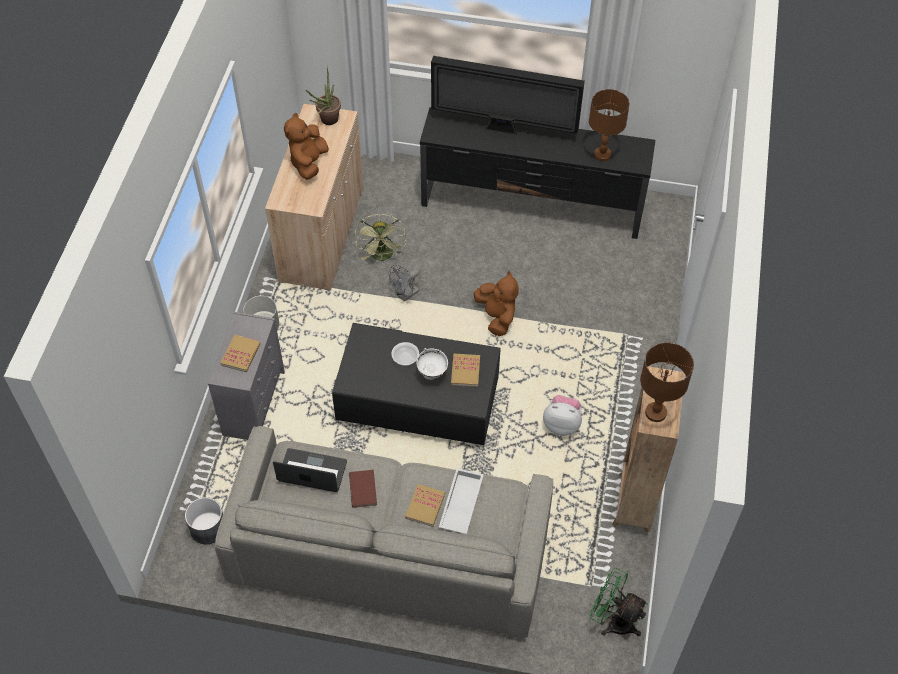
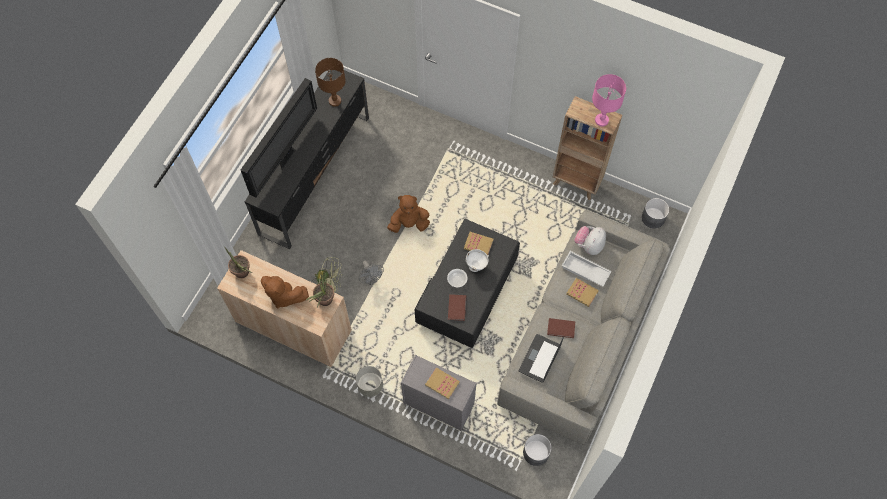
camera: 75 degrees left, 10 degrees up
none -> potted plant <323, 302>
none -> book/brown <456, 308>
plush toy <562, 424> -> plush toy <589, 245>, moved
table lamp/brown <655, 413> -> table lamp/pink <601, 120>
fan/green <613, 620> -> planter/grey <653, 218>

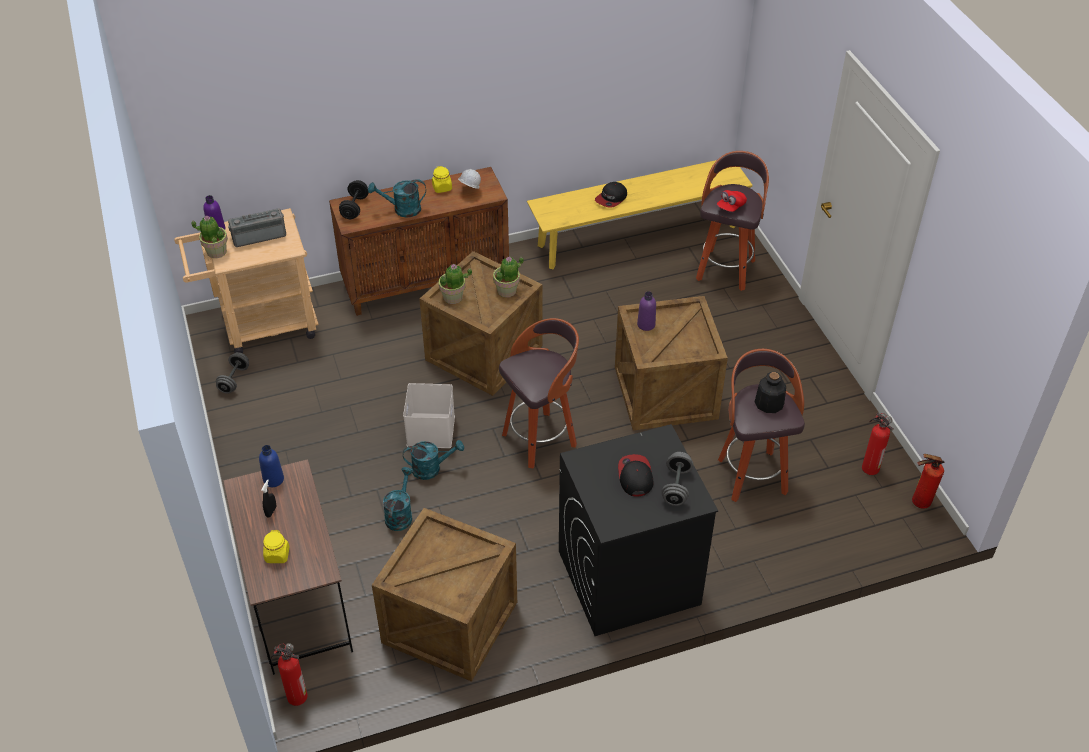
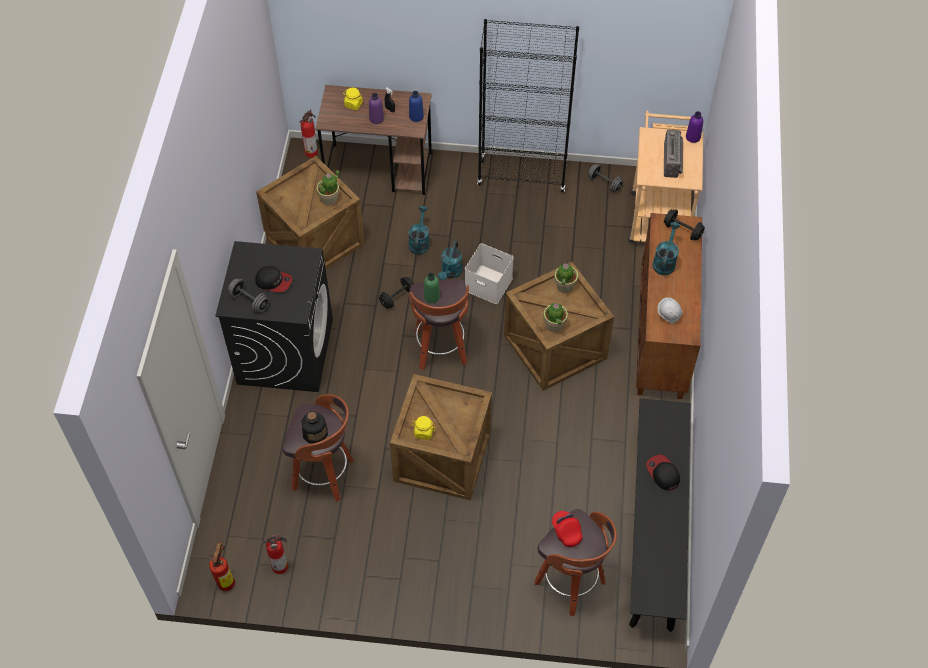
camera: 115 degrees right, 10 degrees up
potted plant <216, 251> -> potted plant <329, 199>, moved
bottle/purple <646, 324> -> bottle/purple <376, 118>, moved
none -> dumbbell/black <397, 297>
watering can/turquoise <400, 514> -> watering can/turquoise <419, 242>, 120 degrees counterclockwise
jar/yellow <442, 188> -> jar/yellow <423, 432>, moved
none -> bottle/green <431, 297>
none -> bookcase/black <522, 175>
bench/yellow <637, 236> -> bench/black <654, 529>

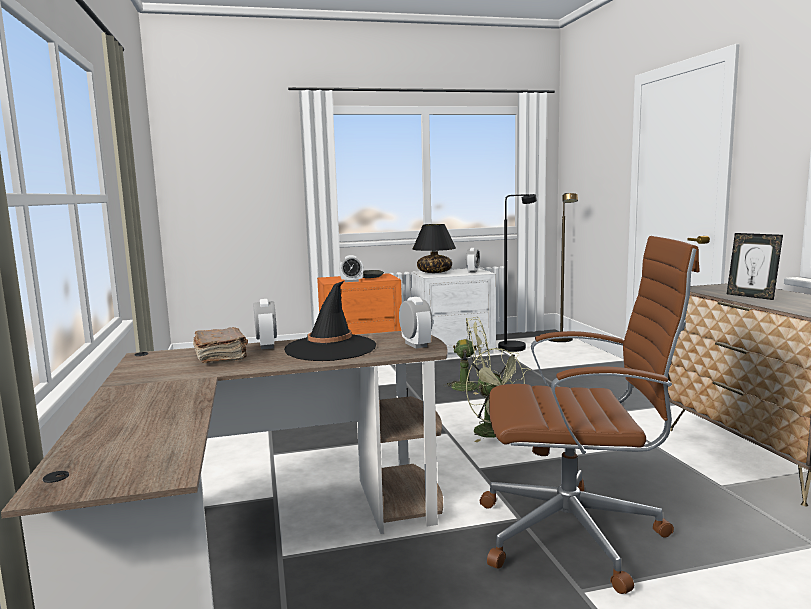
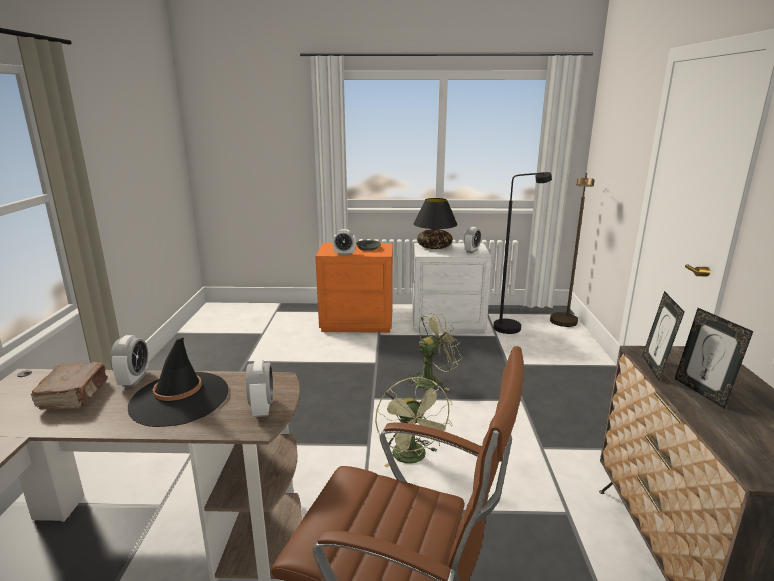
camera: 15 degrees right, 10 degrees up
fan/green <471, 387> -> fan/green <432, 380>, 45 degrees counterclockwise
none -> picture frame <655, 368>

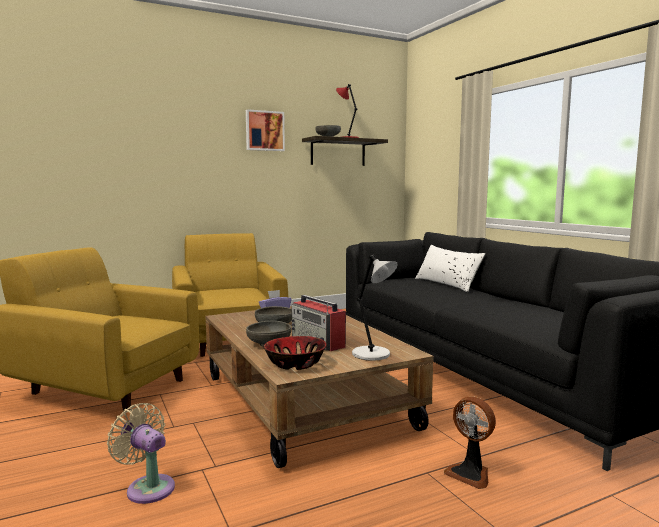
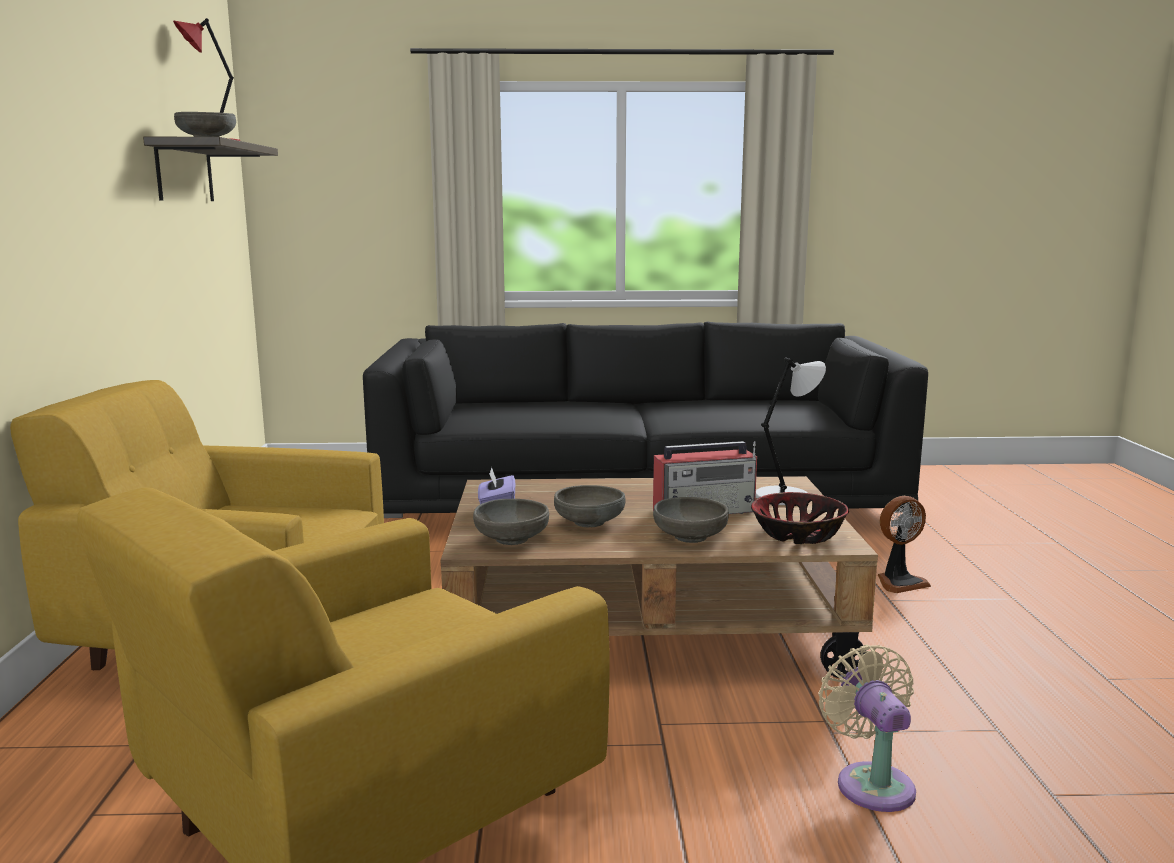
camera: 65 degrees left, 5 degrees up
none -> bowl/grey <512, 539>
fan/beige <148, 487> -> fan/beige <871, 782>, 105 degrees clockwise
picture <264, 131> -> none
pillow/white <447, 284> -> none

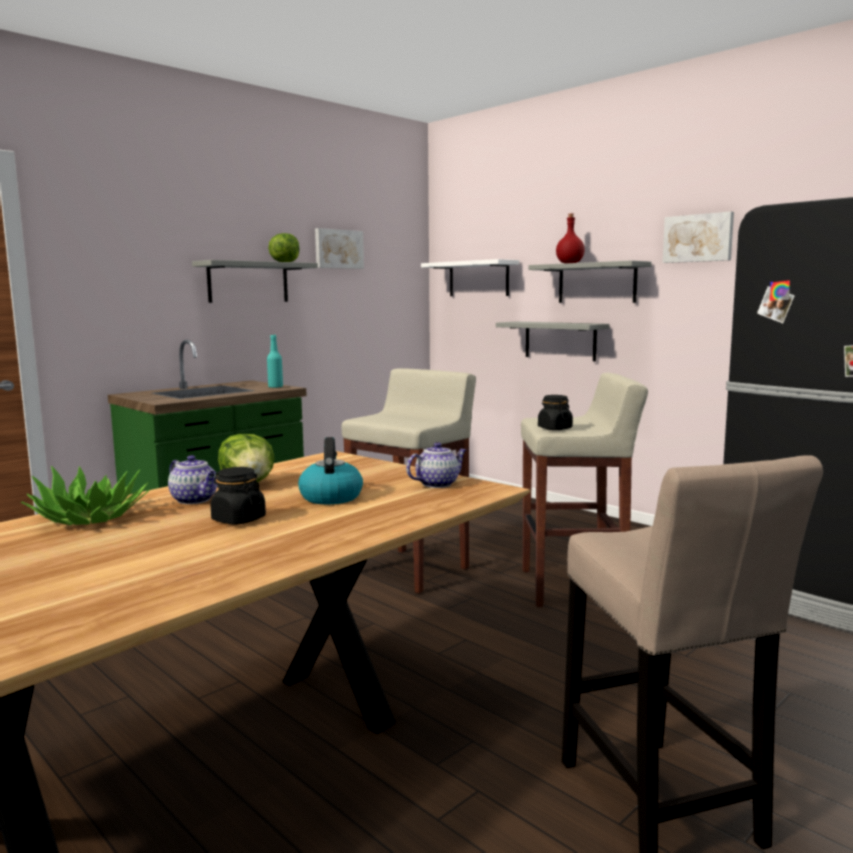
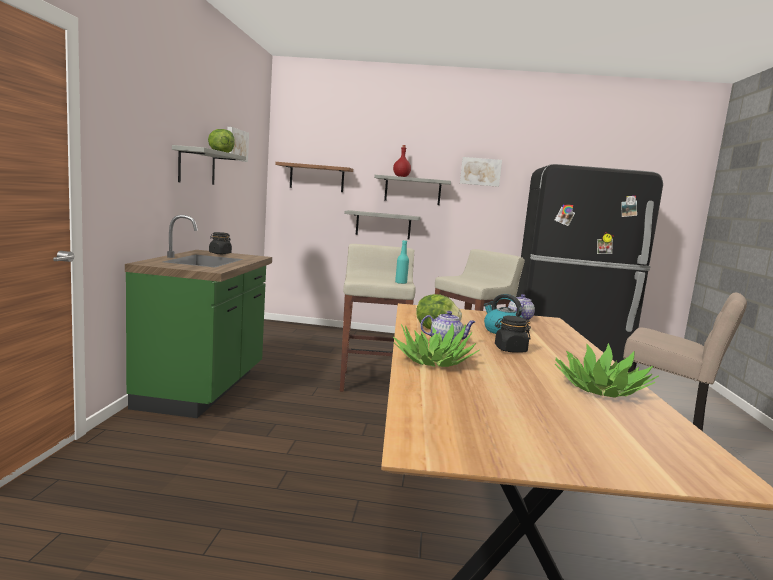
camera: 40 degrees left, 0 degrees up
jar/black <554, 428> -> jar/black <220, 253>, moved
shelf/white <478, 279> -> shelf/brown <317, 178>
bottle/turquoise <275, 387> -> bottle/turquoise <401, 283>, moved
none -> potted plant <600, 389>

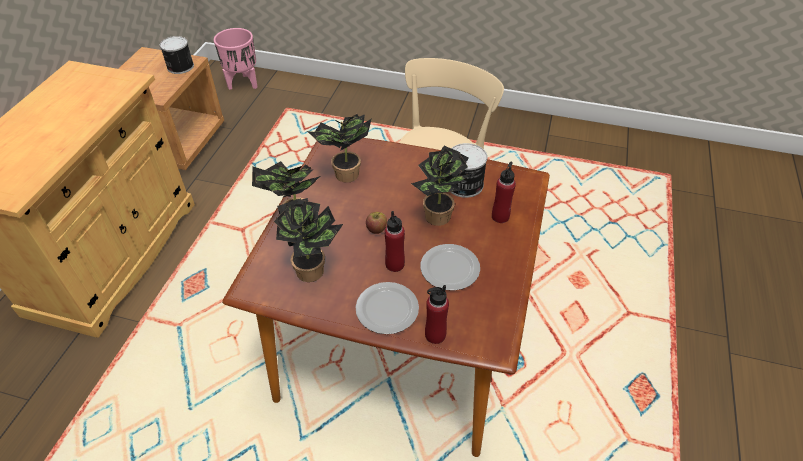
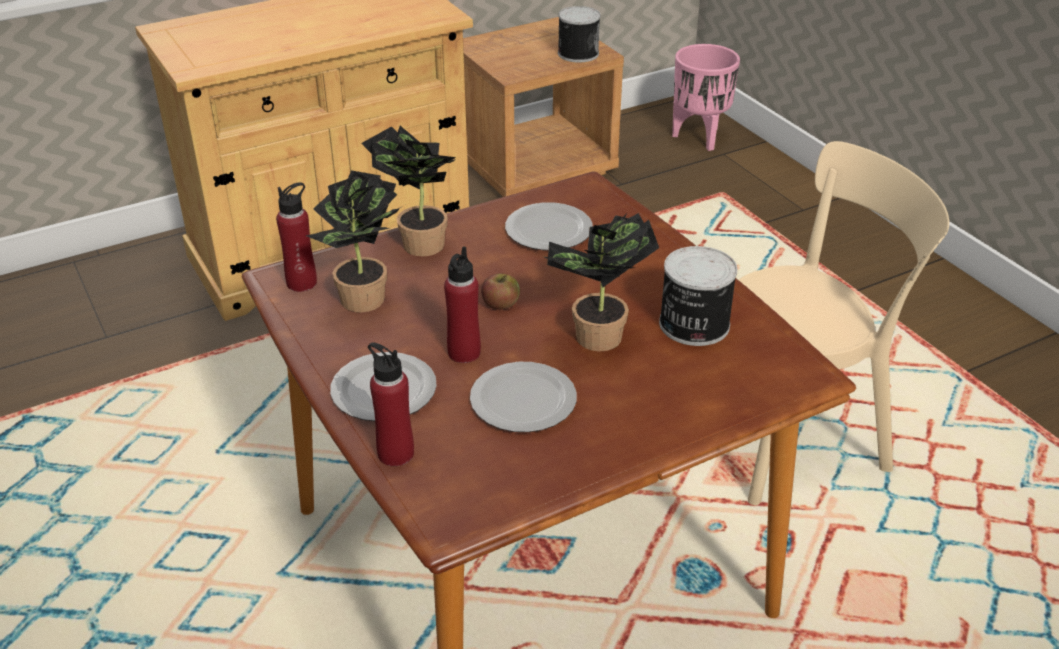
camera: 45 degrees right, 10 degrees down
bottle/red <500, 216> -> bottle/red <302, 283>, moved
potted plant <344, 176> -> plate <548, 229>

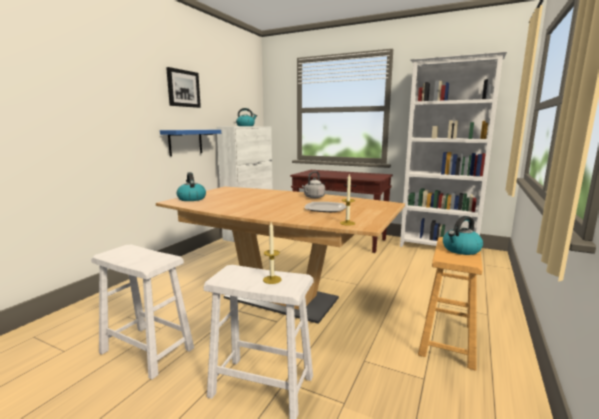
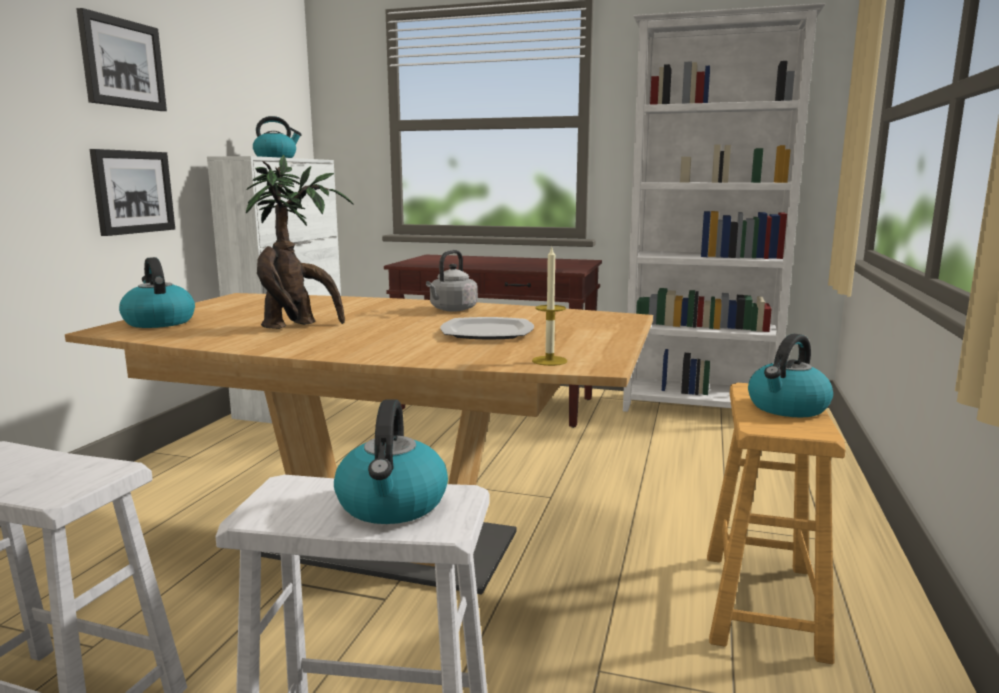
camera: 10 degrees left, 0 degrees up
shelf/blue <185, 142> -> picture <132, 192>
none -> potted plant <297, 326>
candle <272, 279> -> kettle <392, 505>

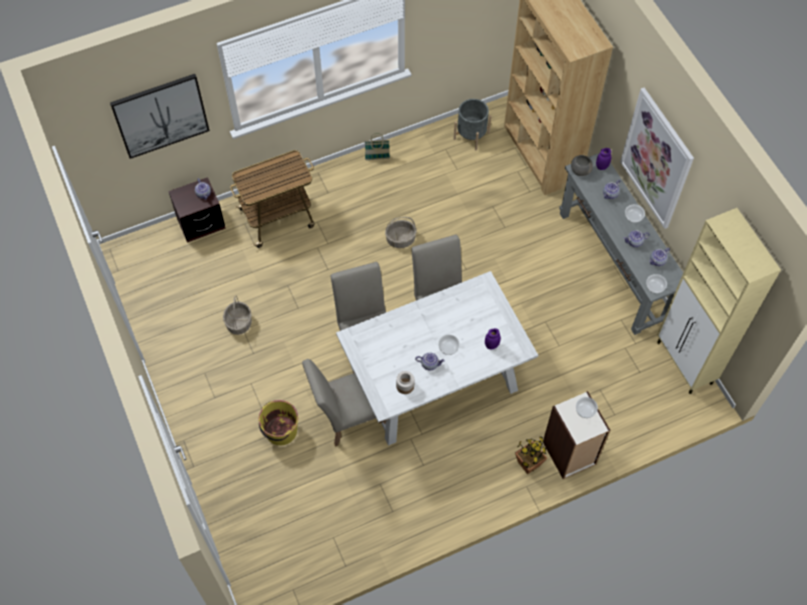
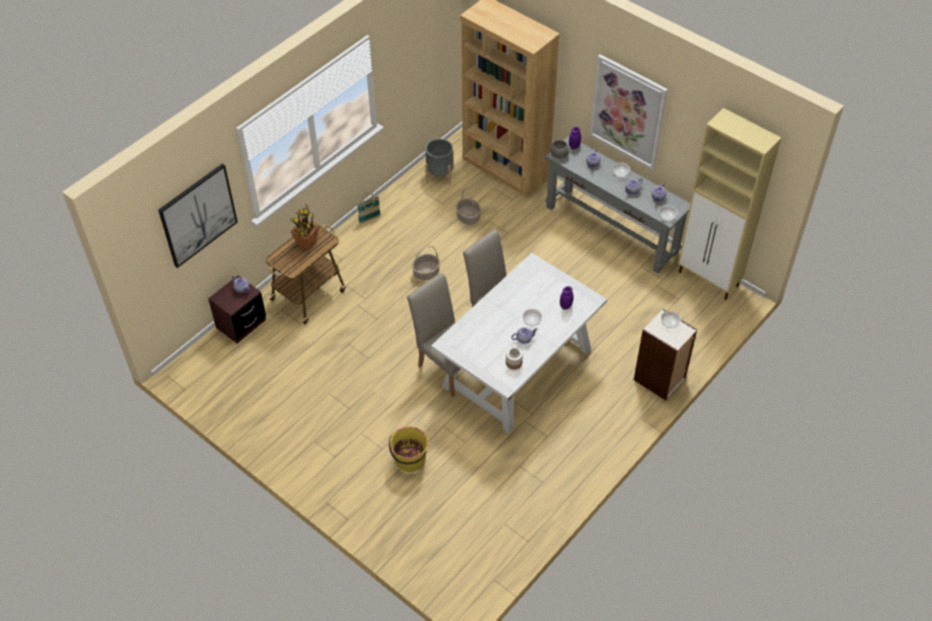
camera: 25 degrees left, 10 degrees down
potted plant <528, 464> -> potted plant <306, 243>, moved
basket <238, 322> -> basket <468, 217>, moved
chair/beige <348, 418> -> none

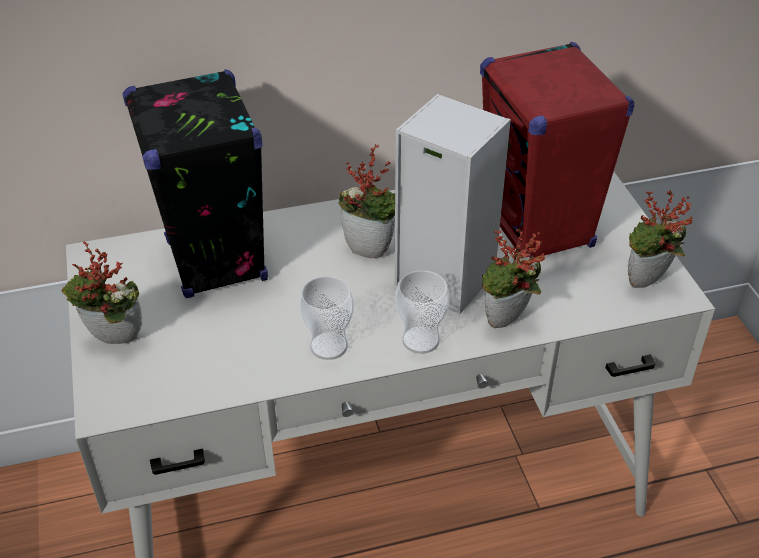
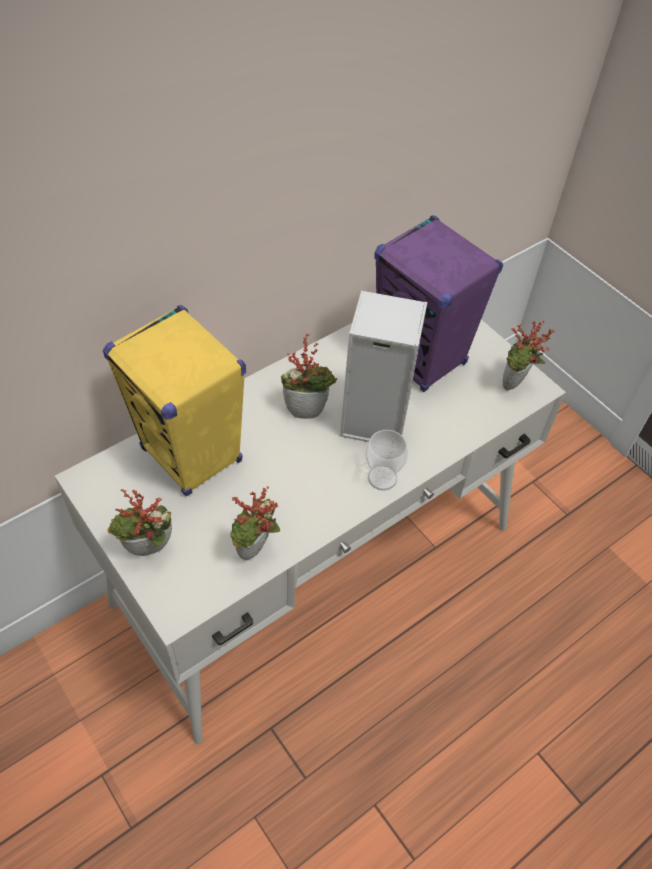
camera: 25 degrees left, 10 degrees up
speaker/black <216, 261> -> speaker/yellow <192, 455>
potted plant <507, 323> -> potted plant <256, 552>, moved
speaker/red <538, 229> -> speaker/purple <421, 359>
cup <328, 346> -> none

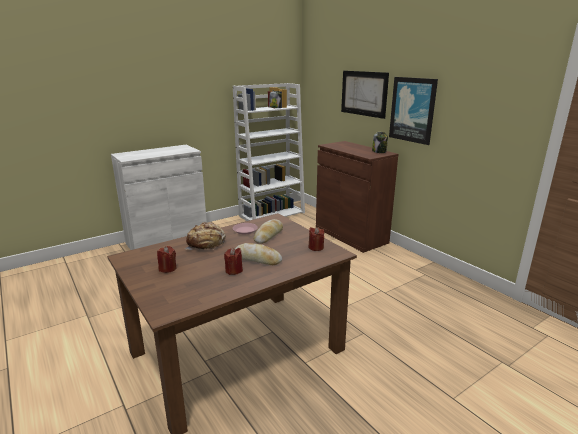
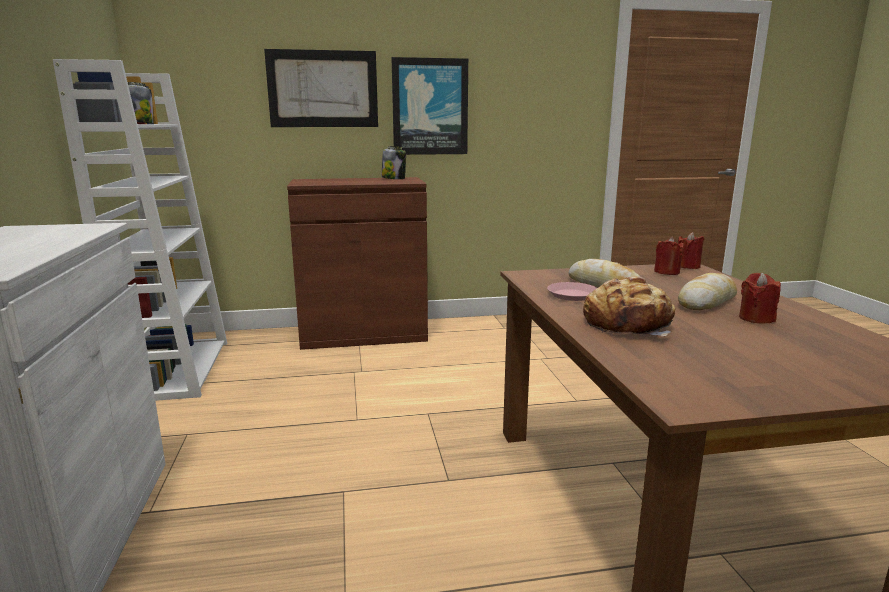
camera: 65 degrees left, 5 degrees down
candle/red <167, 268> -> candle/red <687, 266>, moved

